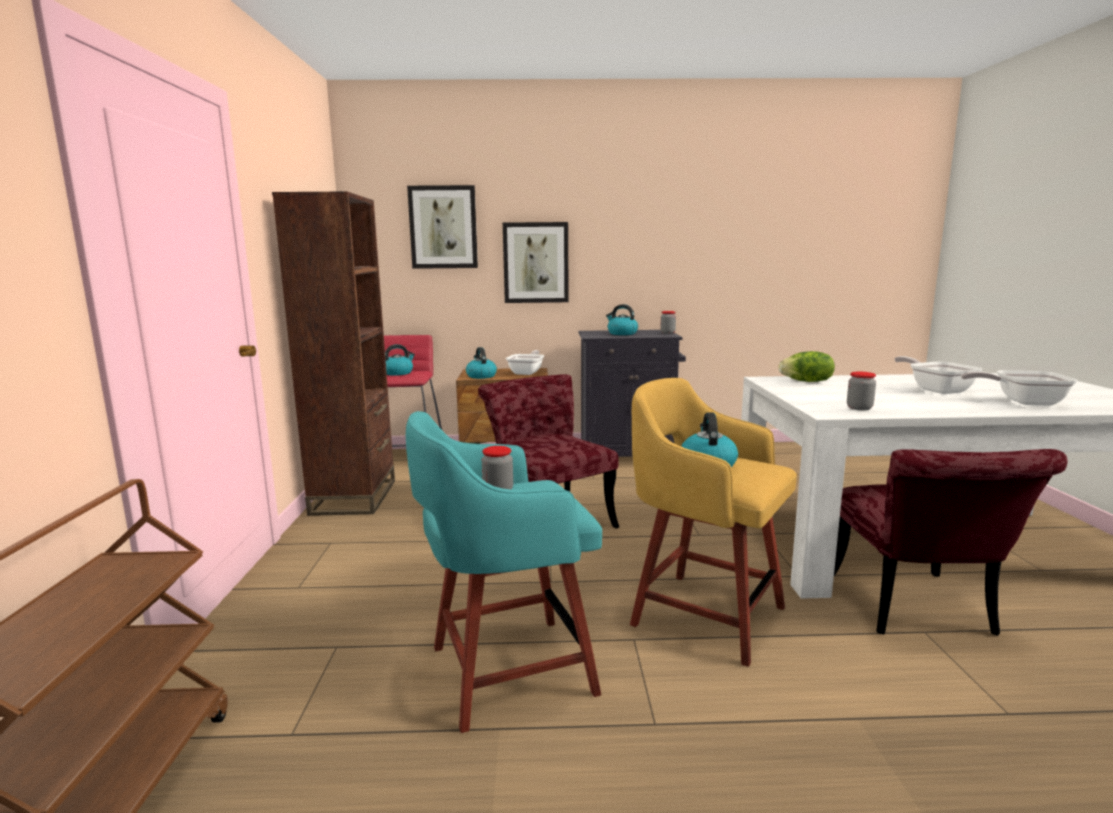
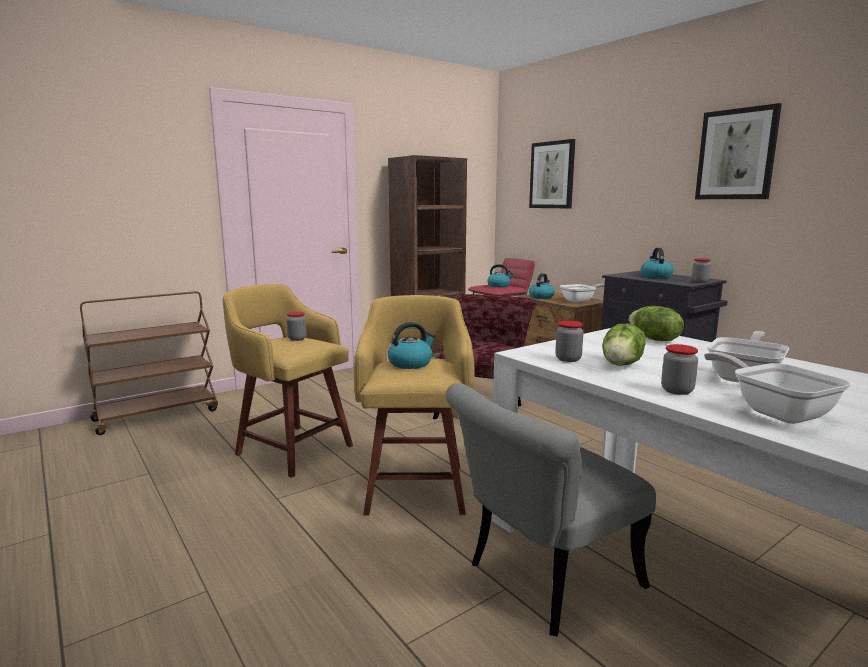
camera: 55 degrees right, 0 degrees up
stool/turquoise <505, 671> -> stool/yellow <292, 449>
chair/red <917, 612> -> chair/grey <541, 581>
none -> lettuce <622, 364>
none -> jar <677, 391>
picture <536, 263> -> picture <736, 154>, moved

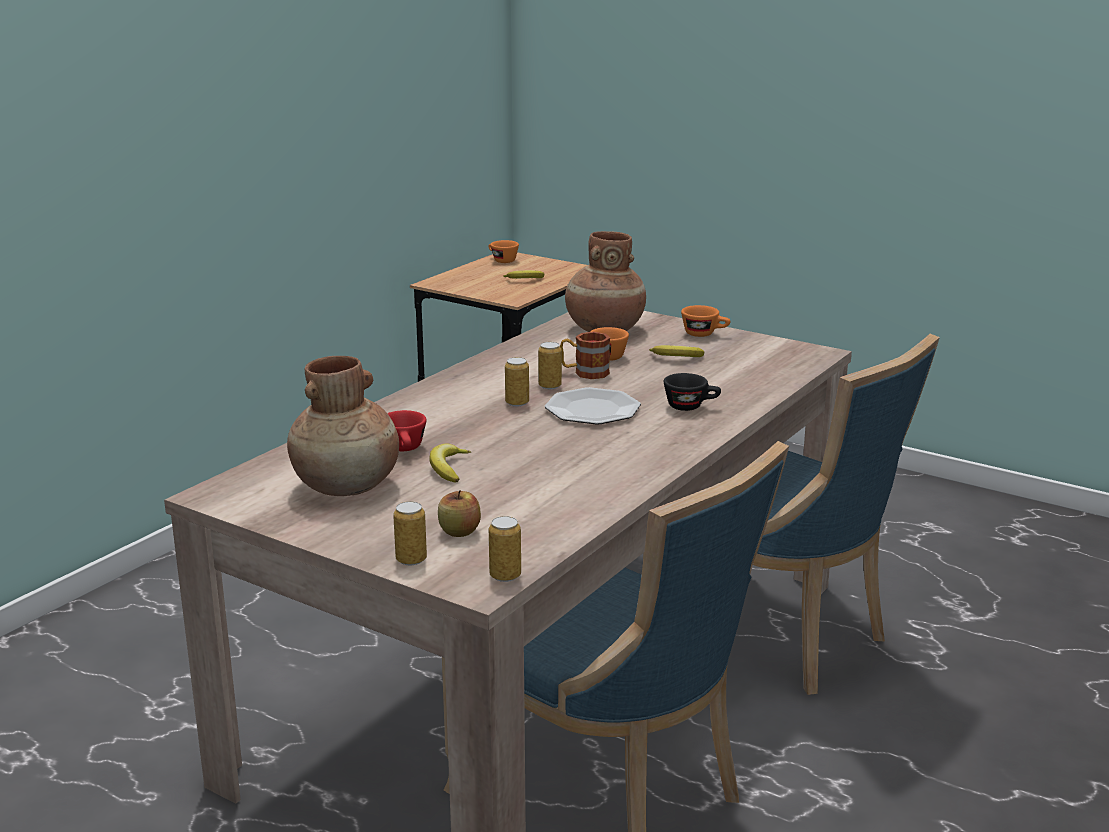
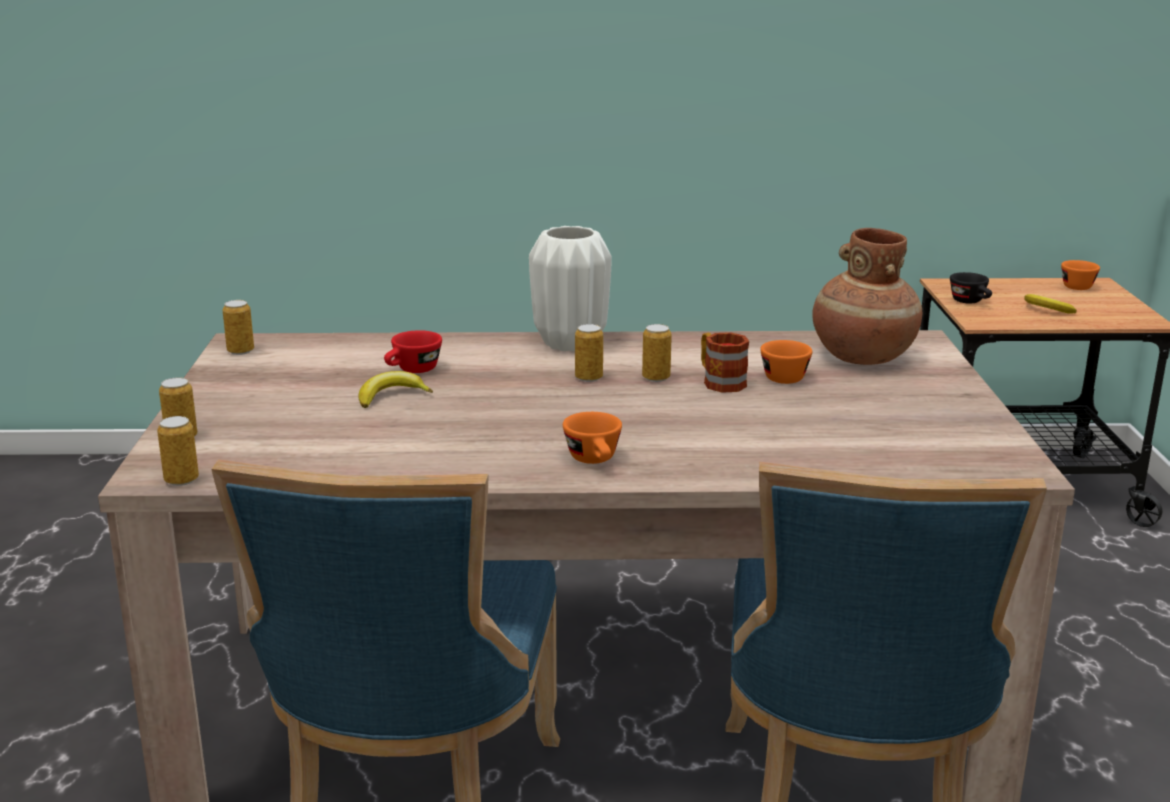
camera: 55 degrees right, 0 degrees up
none -> can <240, 351>
none -> vase/white <569, 344>
cup/orange <705, 334> -> cup/orange <595, 461>, moved
cup/black <691, 406> -> cup/black <971, 302>, moved
vase/brown <347, 486> -> none
apple <459, 532> -> none
plate <592, 409> -> none
banana <676, 358> -> none

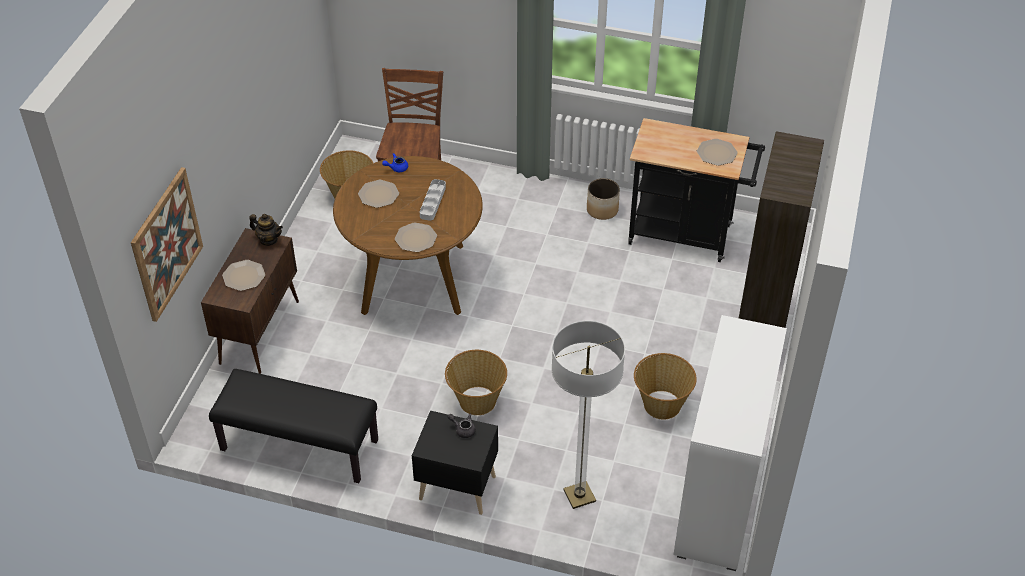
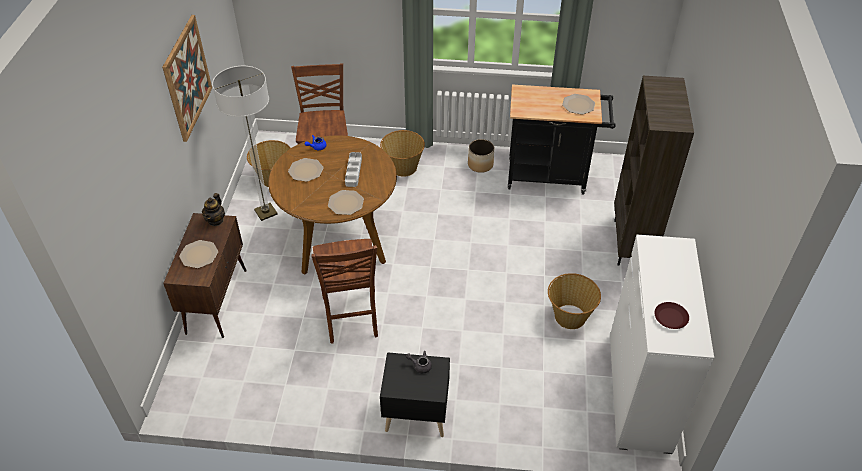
camera: 10 degrees left, 0 degrees up
picture <166, 244> -> picture <187, 78>, moved
teapot <268, 240> -> teapot <216, 220>, 90 degrees clockwise
floor lamp <579, 496> -> floor lamp <266, 212>, moved
none -> chair/brown <351, 317>
basket <476, 400> -> basket <403, 167>, moved
none -> plate/brown <670, 317>
bench/black <298, 446> -> none

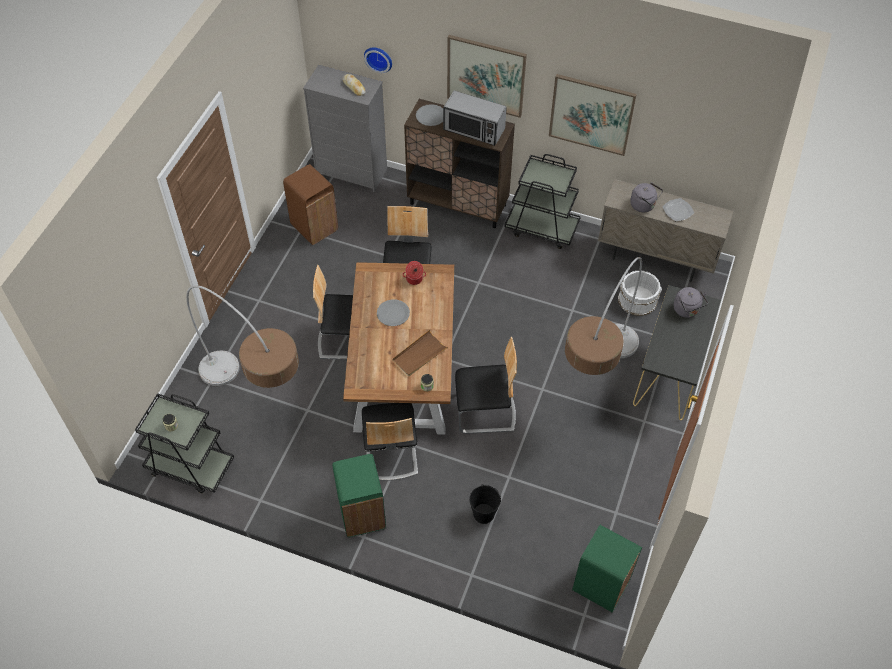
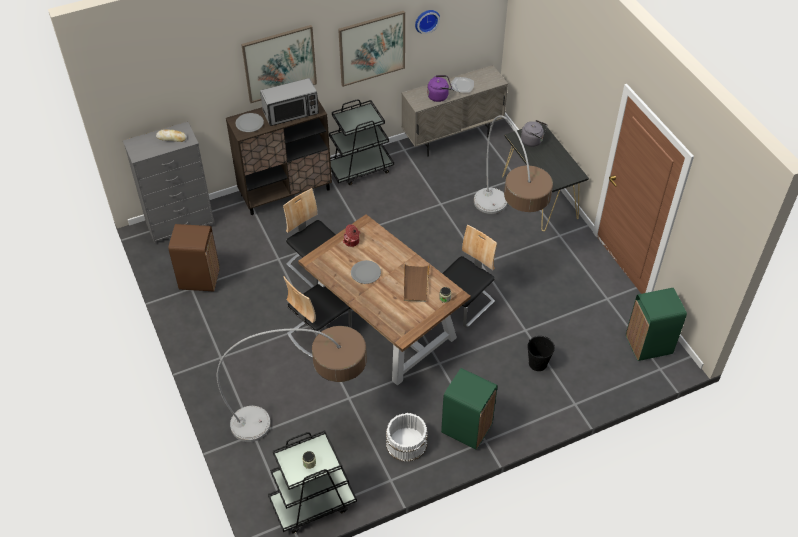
camera: 45 degrees left, 5 degrees down
bucket/white <637, 299> -> bucket/white <406, 443>, moved
wall clock <379, 58> -> wall clock <426, 20>, moved
kettle/grey <644, 205> -> kettle/purple <439, 96>
chair <390, 452> -> none

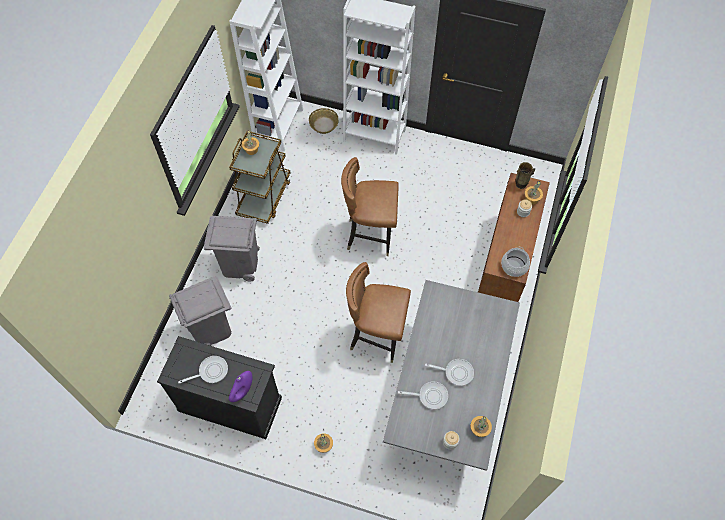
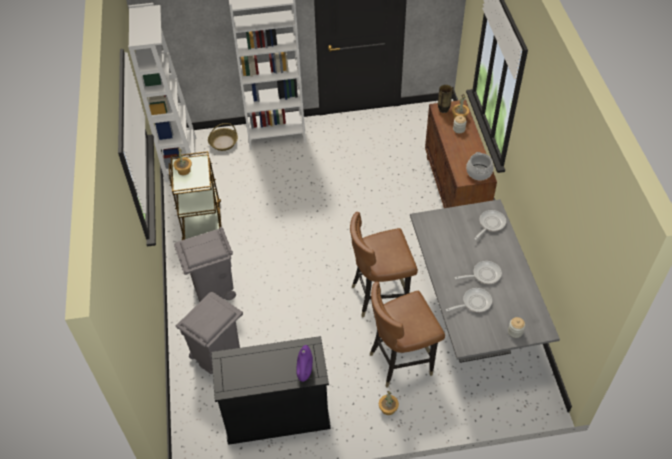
camera: 25 degrees left, 10 degrees down
chair/brown <370, 235> -> chair/brown <401, 361>, moved
frying pan <211, 371> -> frying pan <490, 224>, moved
potted plant <479, 429> -> none

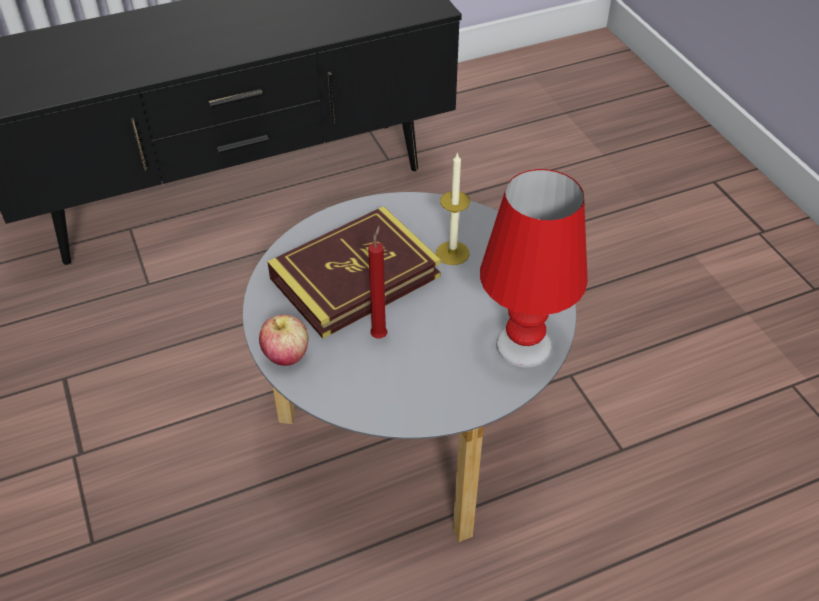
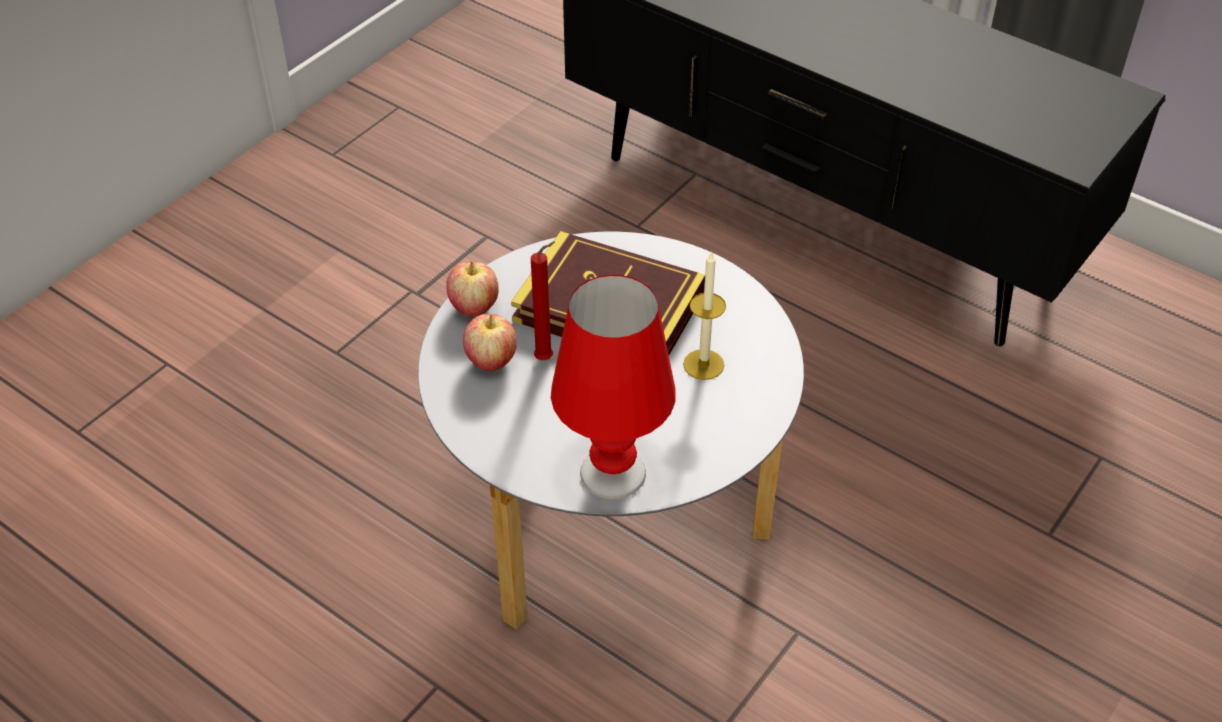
camera: 60 degrees right, 0 degrees up
none -> apple <491, 360>

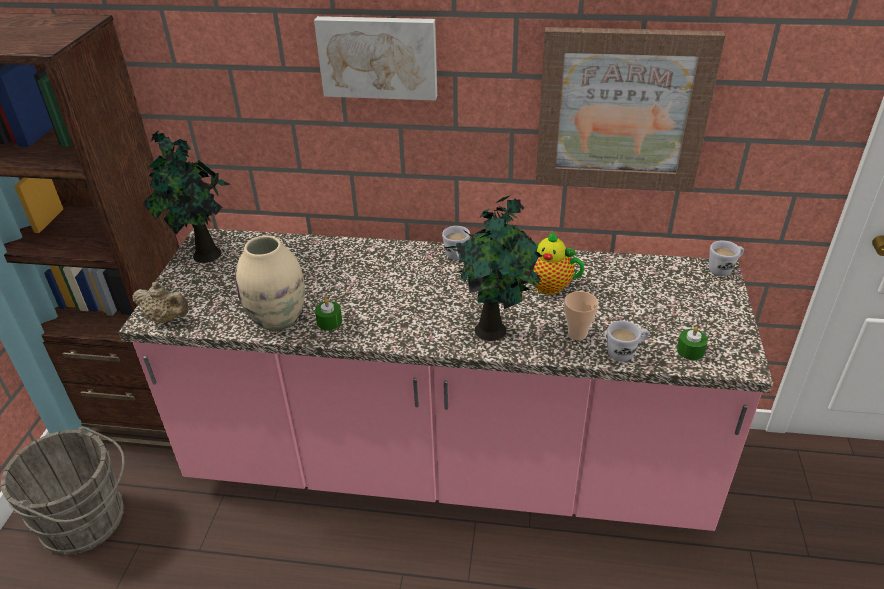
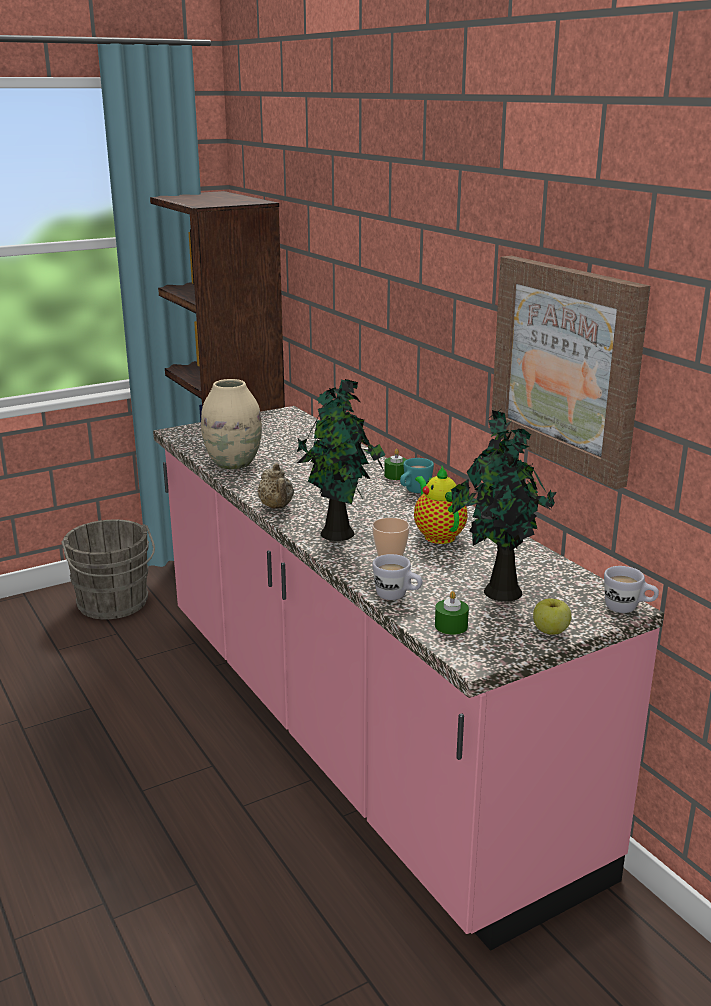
camera: 50 degrees right, 15 degrees down
teapot/beige <166, 318> -> teapot/beige <277, 507>, moved
candle/green <329, 322> -> candle/green <396, 475>, moved
mug/white <457, 258> -> mug/turquoise <414, 491>
potted plant <204, 255> -> potted plant <499, 591>, moved
none -> apple <550, 631>
picture <378, 56> -> none

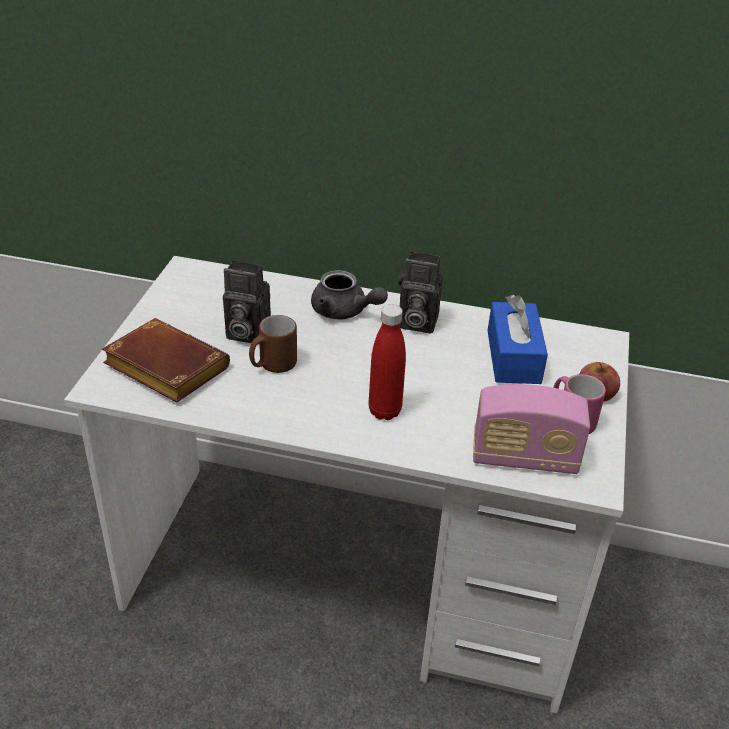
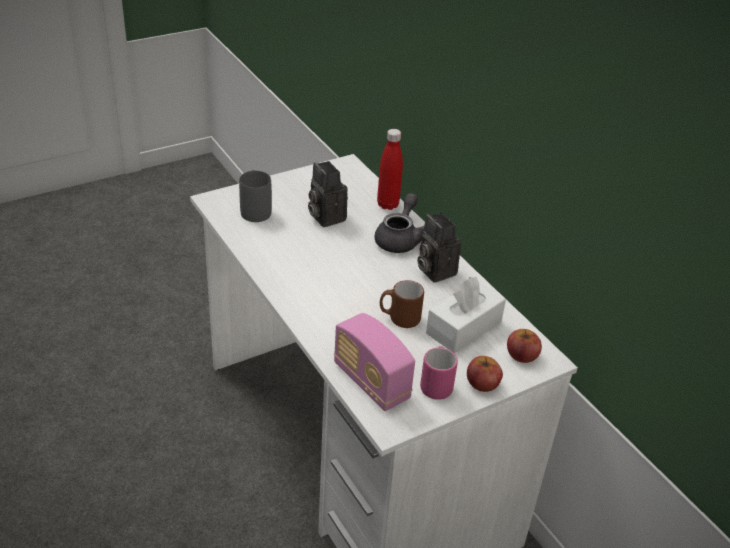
camera: 45 degrees right, 0 degrees up
book/brown <162, 368> -> mug/grey <255, 209>
teapot/grey <344, 312> -> teapot/grey <400, 239>, 150 degrees counterclockwise
bottle/red <384, 411> -> bottle/red <388, 204>, moved
mug/brown <272, 366> -> mug/brown <399, 319>, moved
tissue box/blue <513, 356> -> tissue box/white <464, 327>
none -> apple <522, 354>

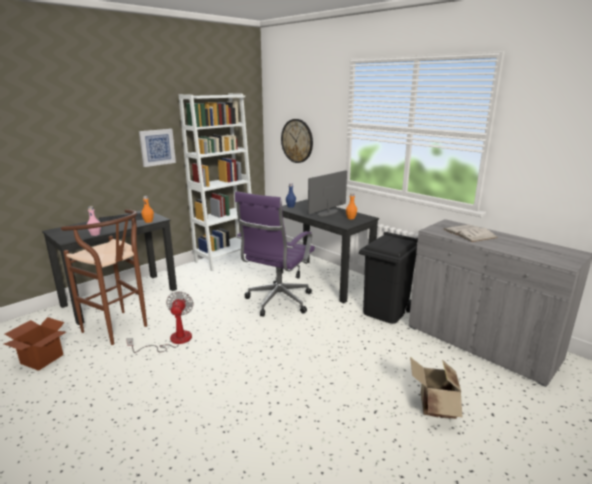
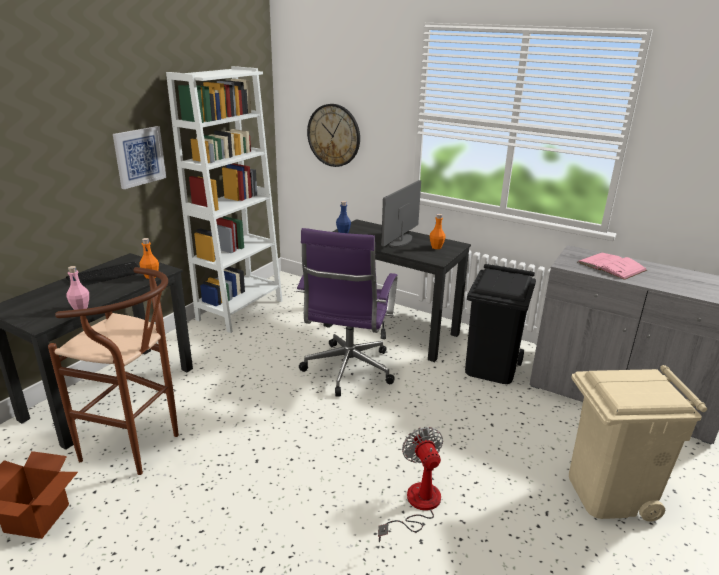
camera: 15 degrees left, 5 degrees up
fan <173, 341> -> fan <416, 505>, moved
cardboard box <434, 407> -> trash can/beige <608, 493>
book/white <469, 233> -> book/pink <611, 266>

